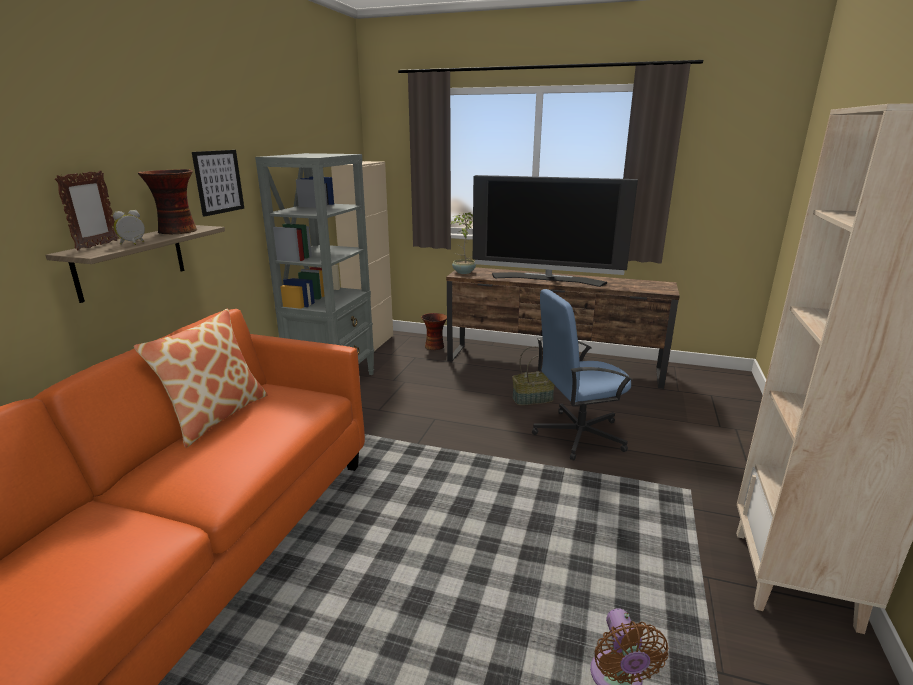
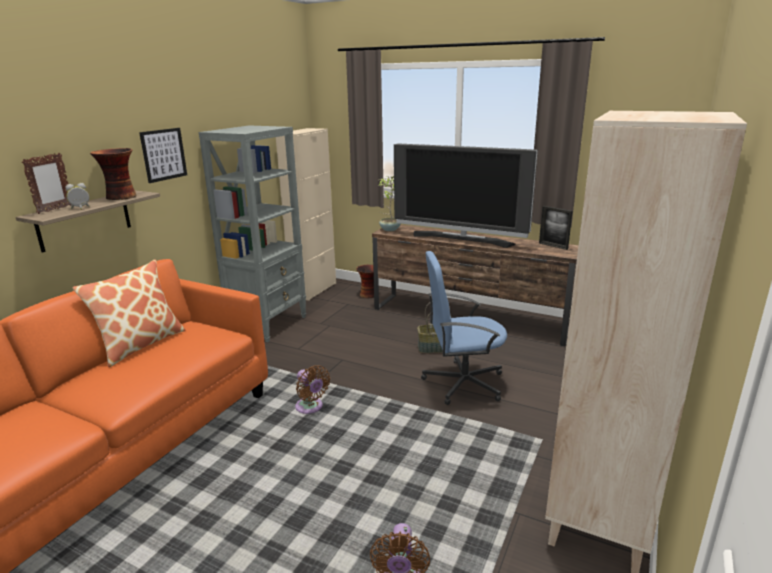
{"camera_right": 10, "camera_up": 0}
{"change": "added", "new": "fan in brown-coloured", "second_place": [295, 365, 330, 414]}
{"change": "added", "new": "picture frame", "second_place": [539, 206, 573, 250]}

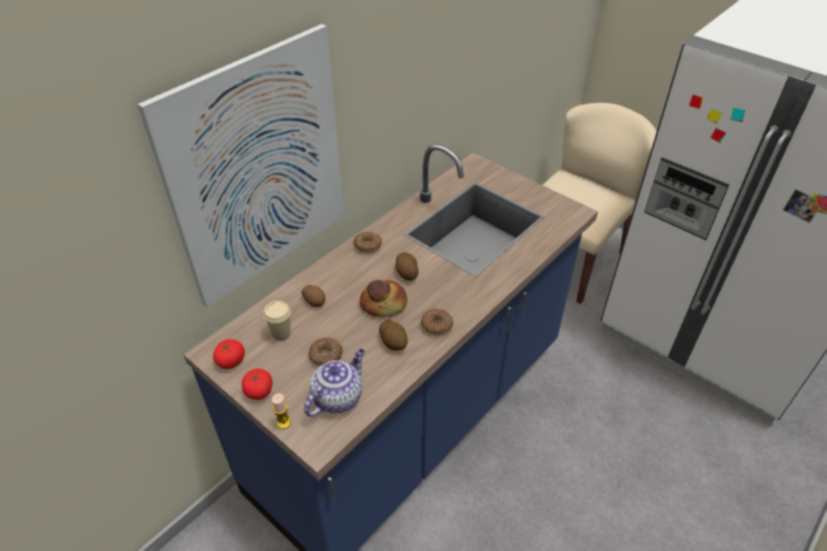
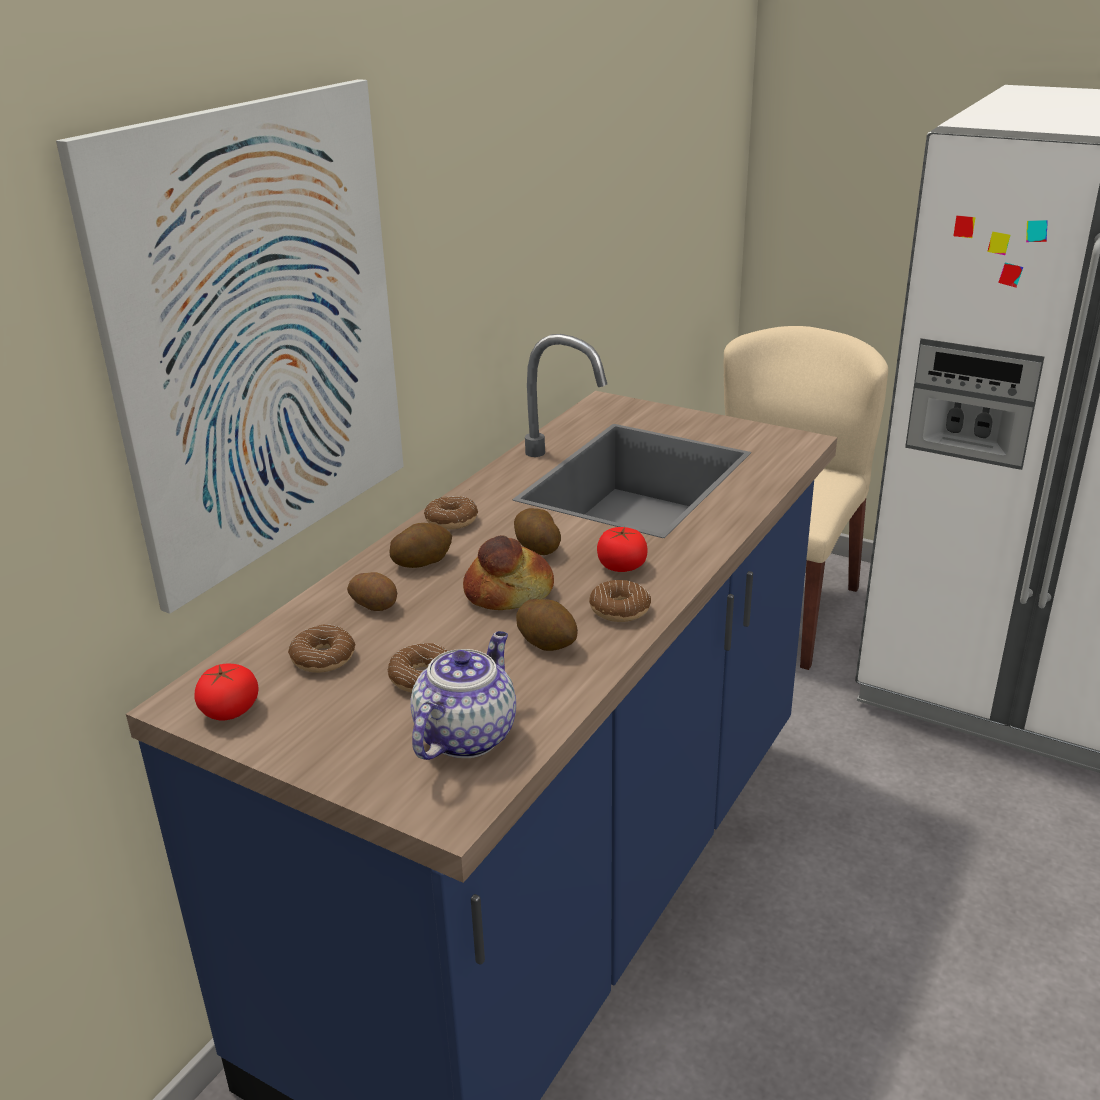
{"camera_right": -10, "camera_up": -15}
{"change": "replaced", "old": "cup in beige", "new": "ring doughnut", "first_place": [263, 301, 291, 341], "second_place": [288, 624, 355, 673]}
{"change": "added", "new": "whole potato", "second_place": [389, 523, 452, 568]}
{"change": "moved", "old": "whole tomato", "first_place": [242, 369, 272, 400], "second_place": [597, 527, 648, 572]}
{"change": "removed", "old": "candle", "first_place": [272, 393, 291, 429]}

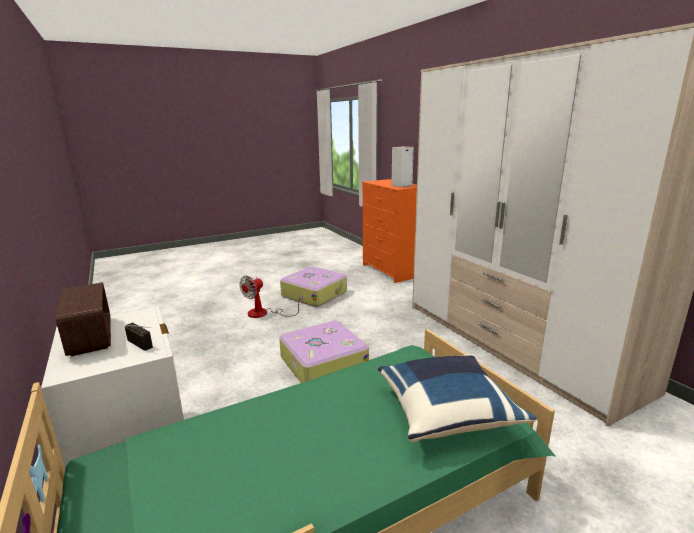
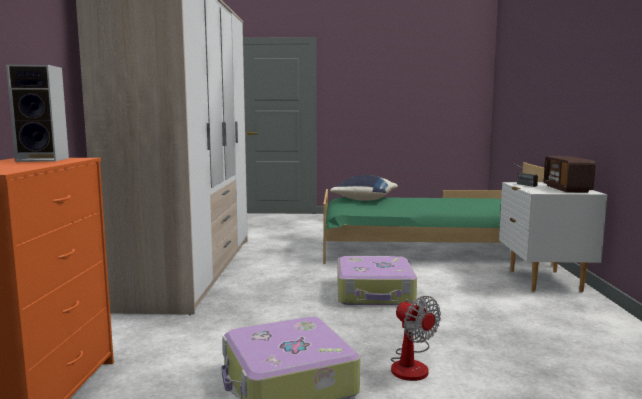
{"camera_right": -150, "camera_up": -10}
{"change": "turned", "old": "fan", "first_place": [239, 276, 303, 318], "second_place": [391, 296, 441, 381], "degrees": 75}

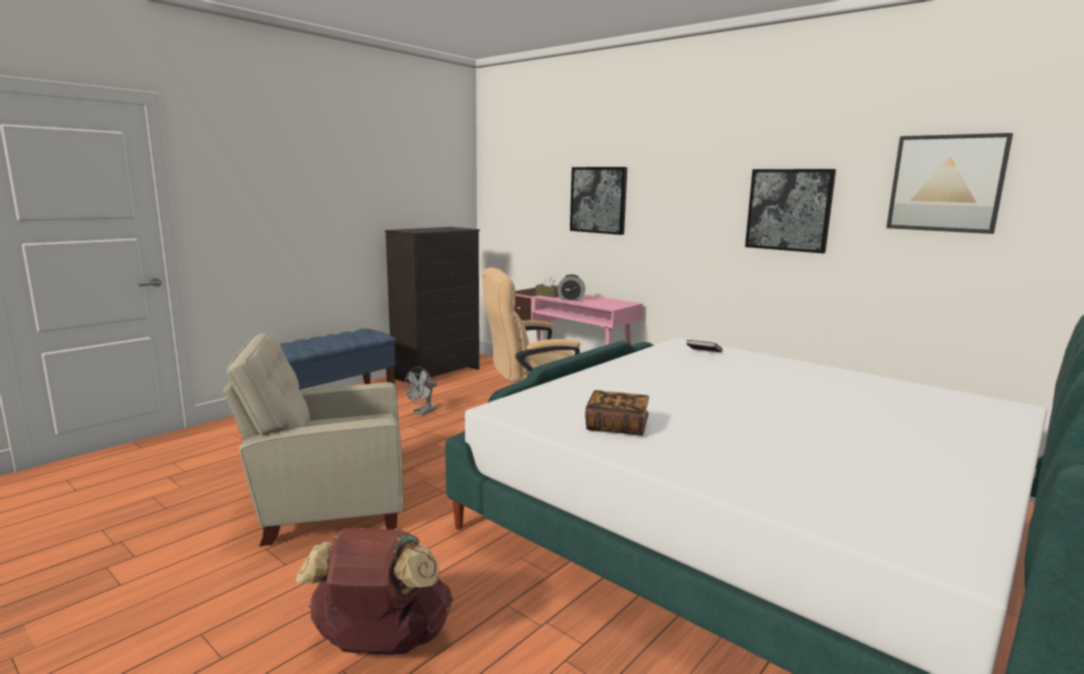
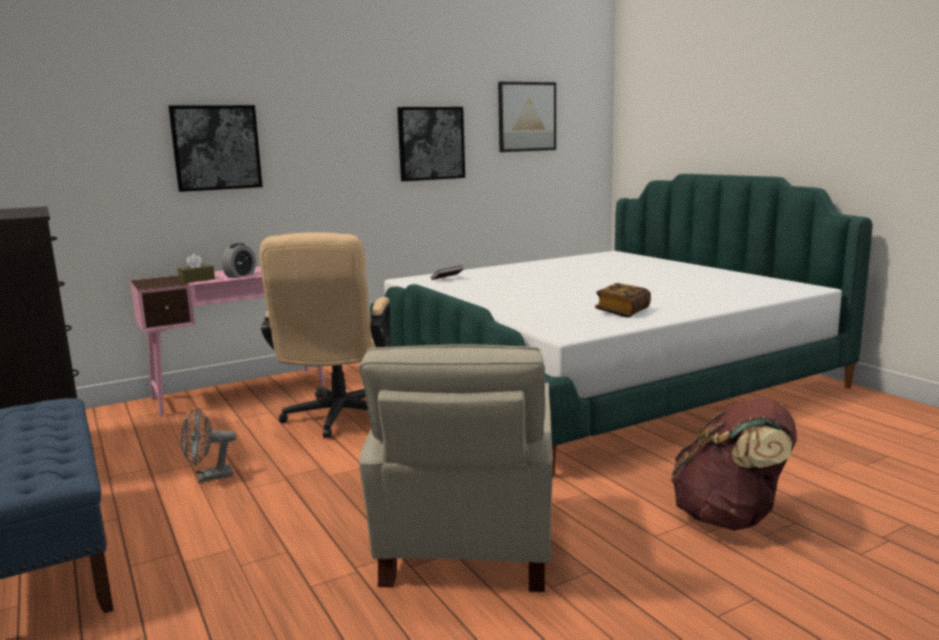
{"camera_right": -70, "camera_up": 0}
{"change": "turned", "old": "fan in greyish", "first_place": [405, 367, 437, 415], "second_place": [181, 407, 237, 483], "degrees": 105}

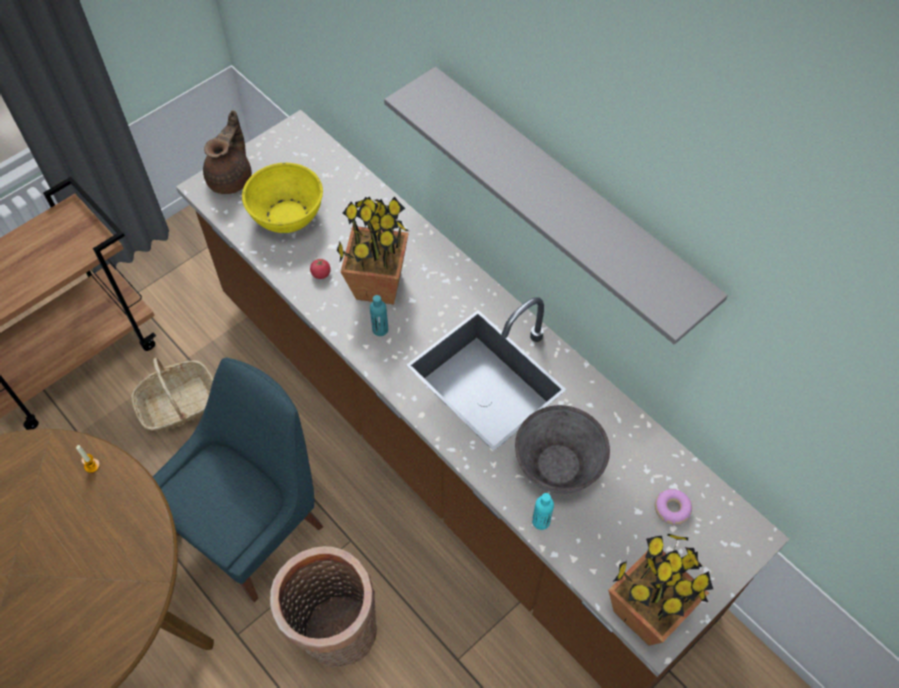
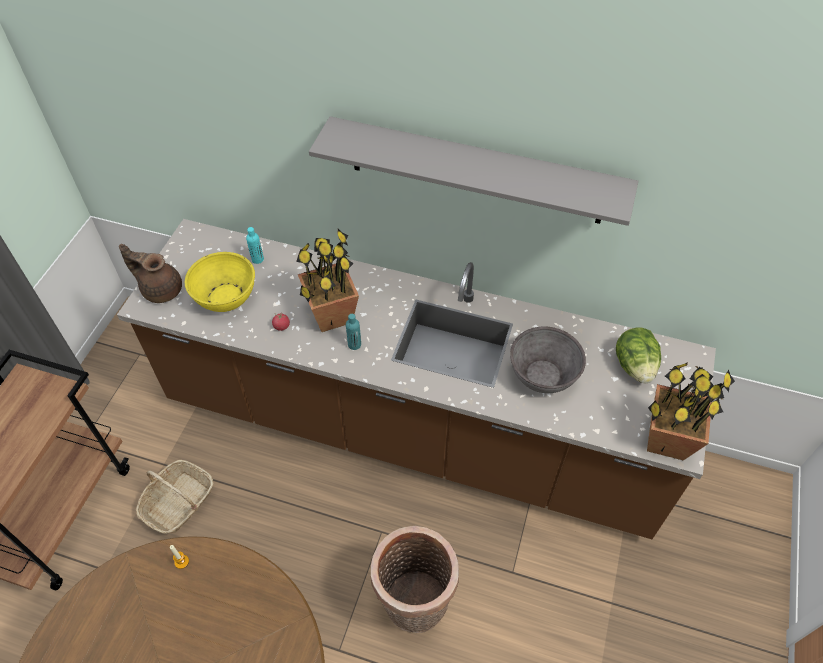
{"camera_right": -30, "camera_up": -5}
{"change": "turned", "old": "teapot in brown-coloured", "first_place": [203, 110, 252, 194], "second_place": [119, 244, 182, 303], "degrees": -60}
{"change": "moved", "old": "beverage bottle in turquoise-coloured", "first_place": [532, 493, 554, 530], "second_place": [246, 227, 264, 264]}
{"change": "replaced", "old": "ring doughnut", "new": "head of lettuce", "first_place": [655, 489, 692, 525], "second_place": [616, 327, 661, 383]}
{"change": "removed", "old": "plain chair in bluish", "first_place": [153, 358, 323, 602]}

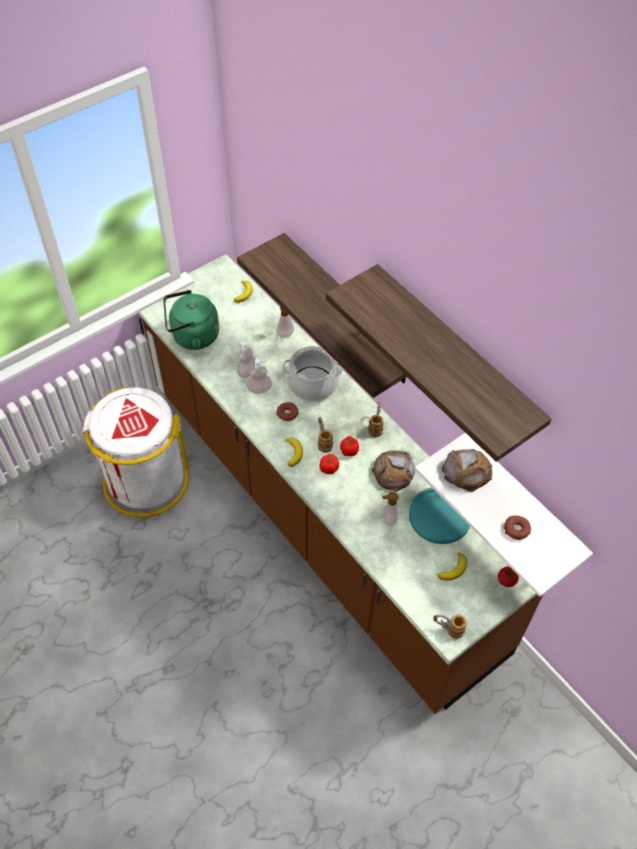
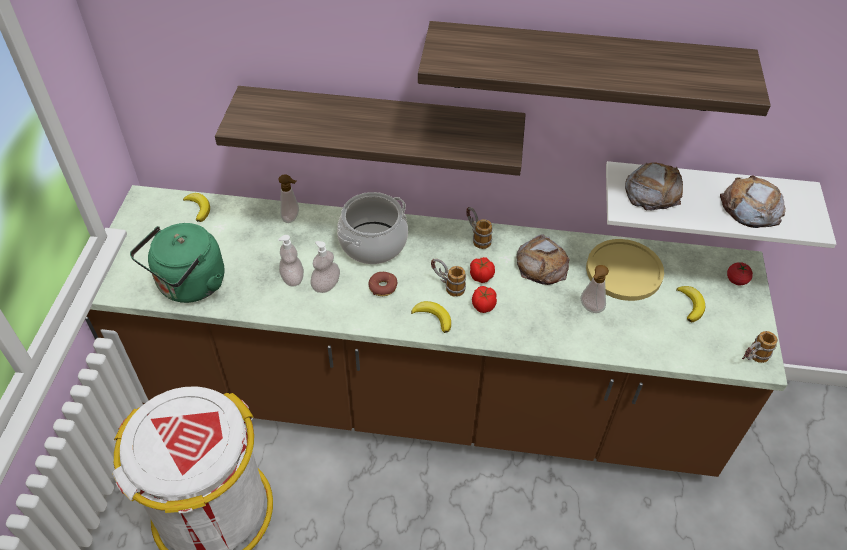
{"camera_right": -45, "camera_up": -5}
{"change": "recoloured", "old": "plate in turquoise-coloured", "new": "plate in yellow-coloured", "first_place": [409, 488, 470, 544], "second_place": [586, 239, 664, 301]}
{"change": "replaced", "old": "ring doughnut", "new": "baked bread", "first_place": [504, 516, 531, 540], "second_place": [720, 175, 786, 228]}

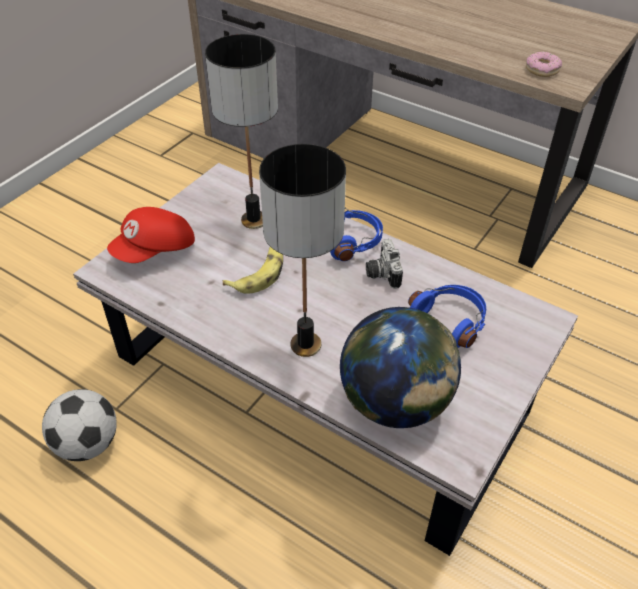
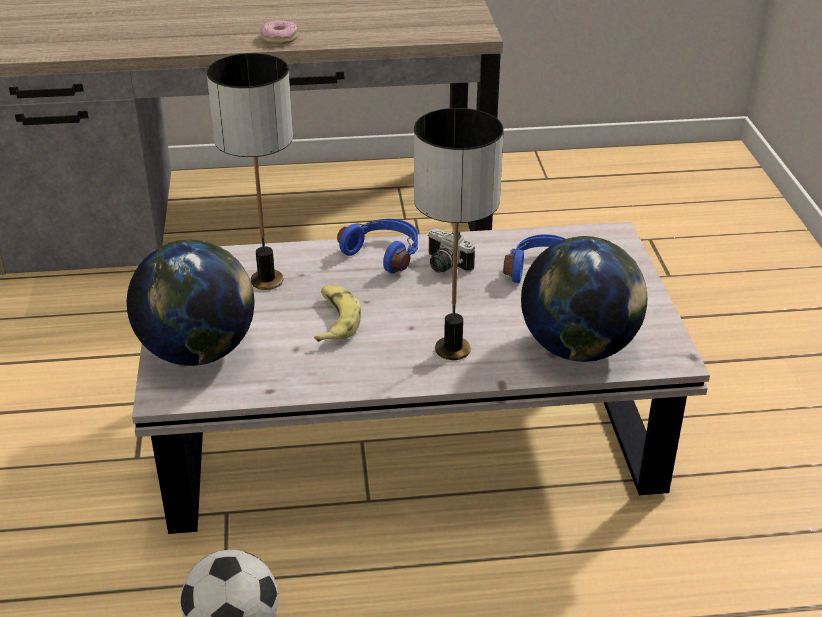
{"camera_right": -40, "camera_up": -10}
{"change": "replaced", "old": "peaked cap in red", "new": "globe", "first_place": [107, 207, 195, 263], "second_place": [127, 240, 254, 366]}
{"change": "moved", "old": "ring doughnut", "first_place": [526, 52, 562, 77], "second_place": [260, 20, 298, 44]}

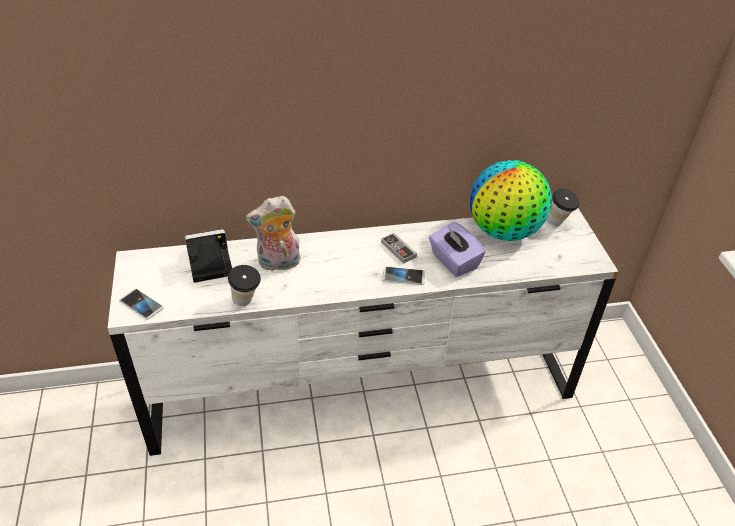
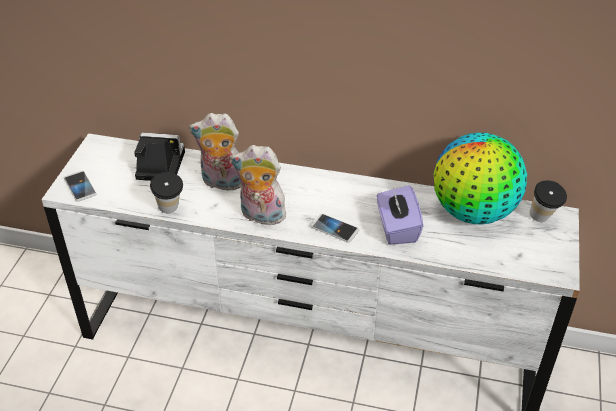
{"camera_right": 25, "camera_up": 0}
{"change": "added", "new": "soft toy", "second_place": [230, 145, 286, 225]}
{"change": "removed", "old": "gamepad", "first_place": [381, 233, 417, 264]}

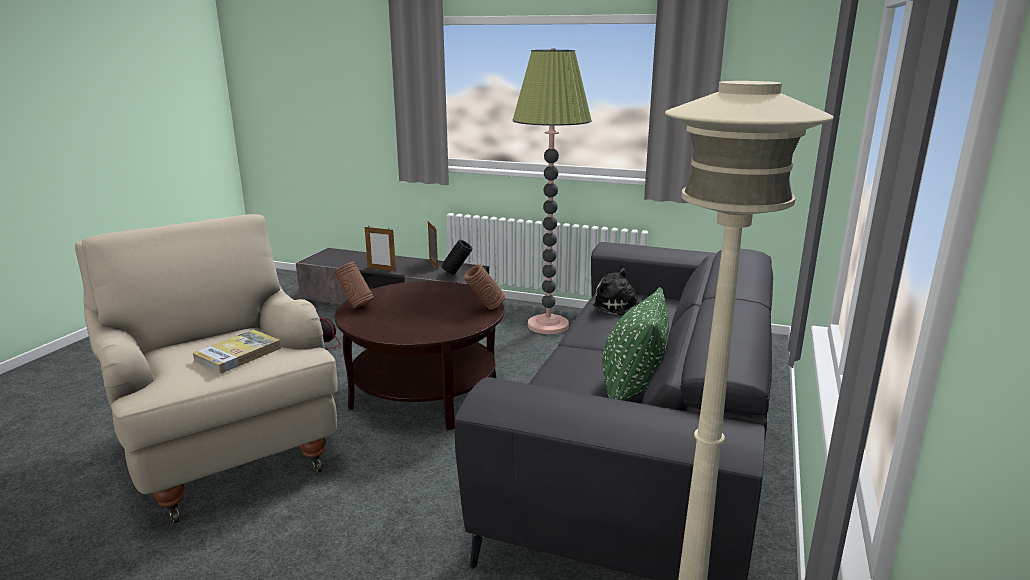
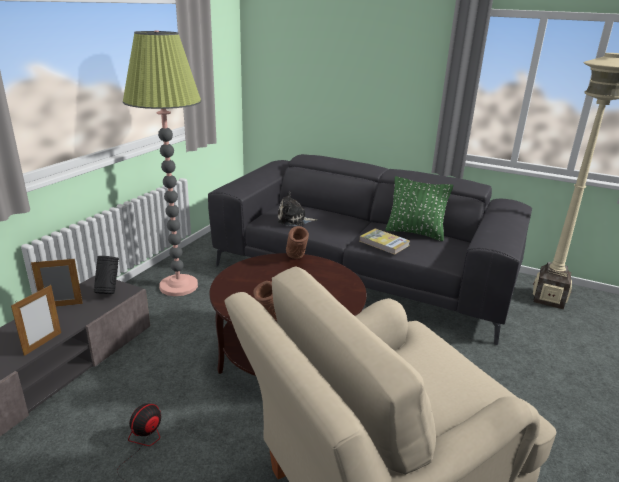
{"camera_right": -85, "camera_up": 5}
{"change": "turned", "old": "soft toy", "first_place": [593, 268, 640, 315], "second_place": [278, 192, 317, 226], "degrees": 45}
{"change": "moved", "old": "book", "first_place": [192, 330, 281, 374], "second_place": [360, 228, 410, 255]}

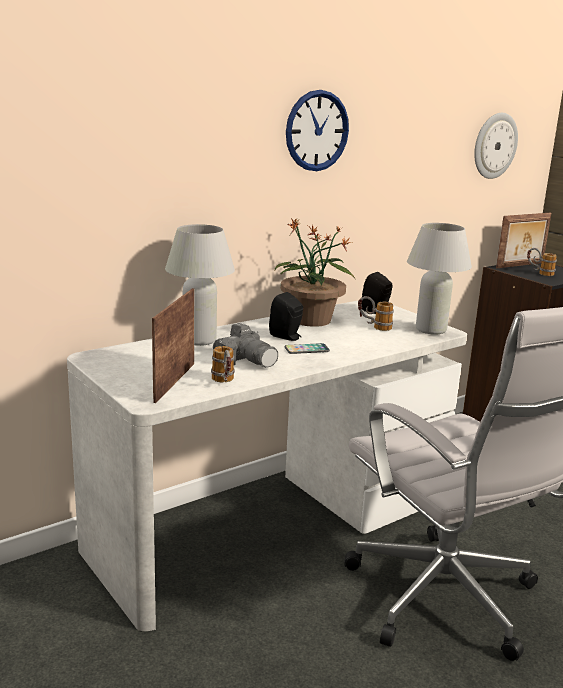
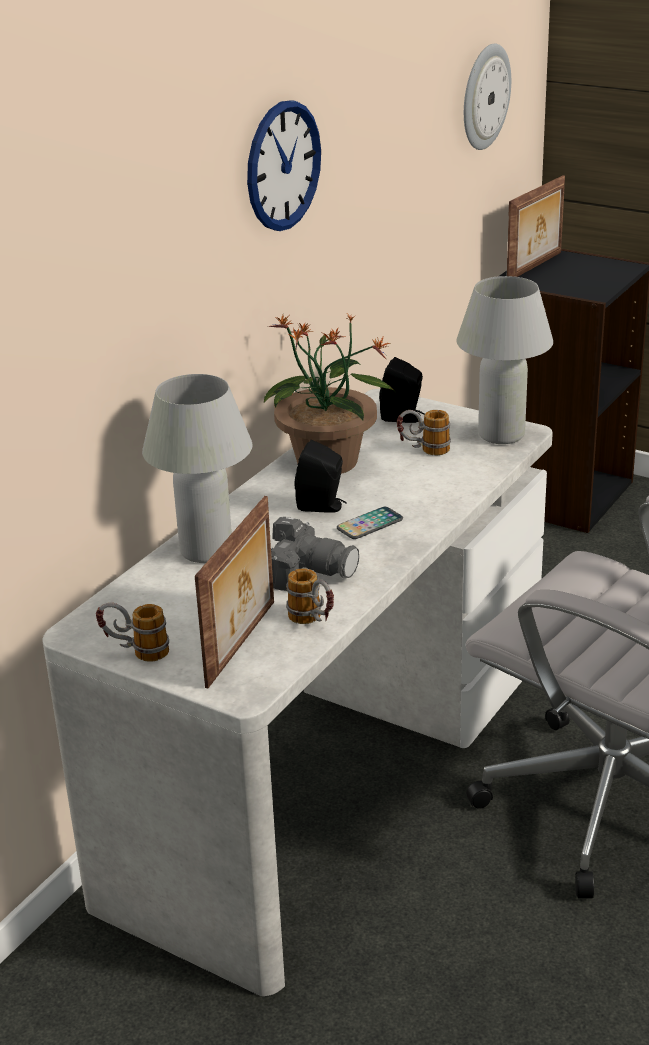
{"camera_right": -20, "camera_up": 10}
{"change": "moved", "old": "coffee mug", "first_place": [527, 248, 557, 276], "second_place": [96, 602, 169, 662]}
{"change": "turned", "old": "picture frame", "first_place": [152, 288, 194, 403], "second_place": [195, 496, 274, 688], "degrees": -150}

